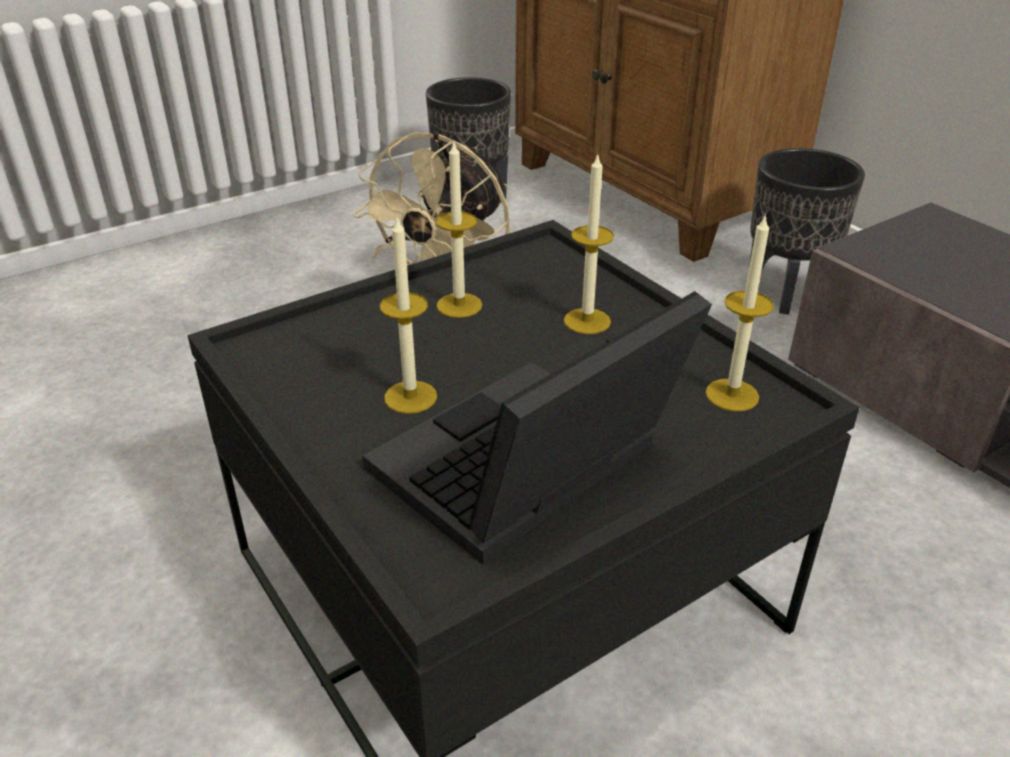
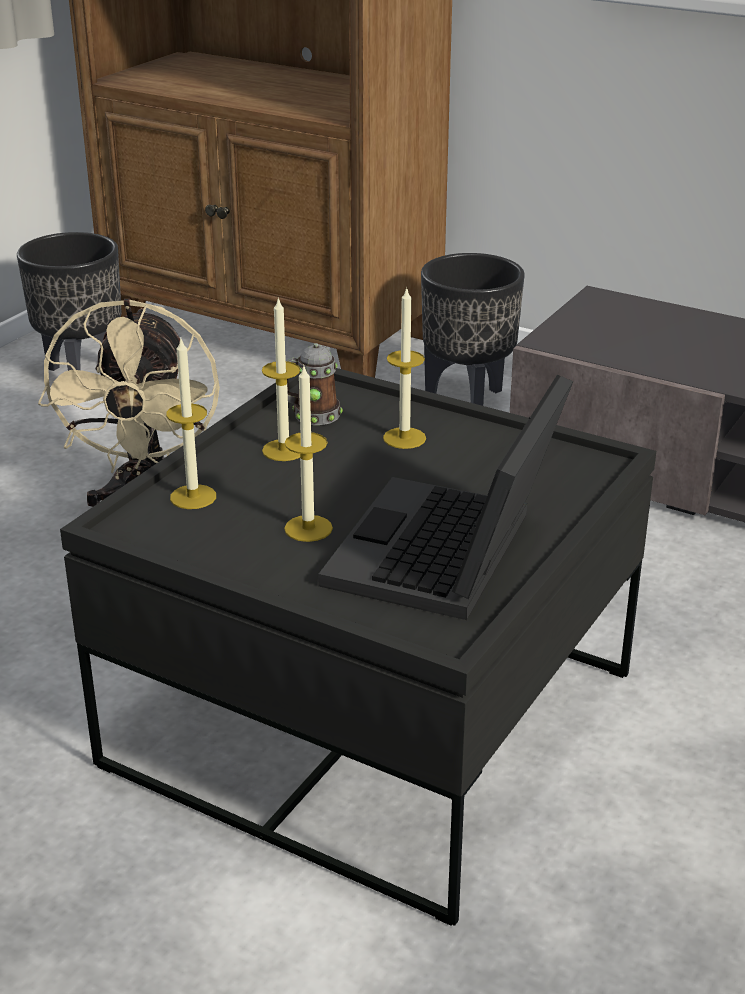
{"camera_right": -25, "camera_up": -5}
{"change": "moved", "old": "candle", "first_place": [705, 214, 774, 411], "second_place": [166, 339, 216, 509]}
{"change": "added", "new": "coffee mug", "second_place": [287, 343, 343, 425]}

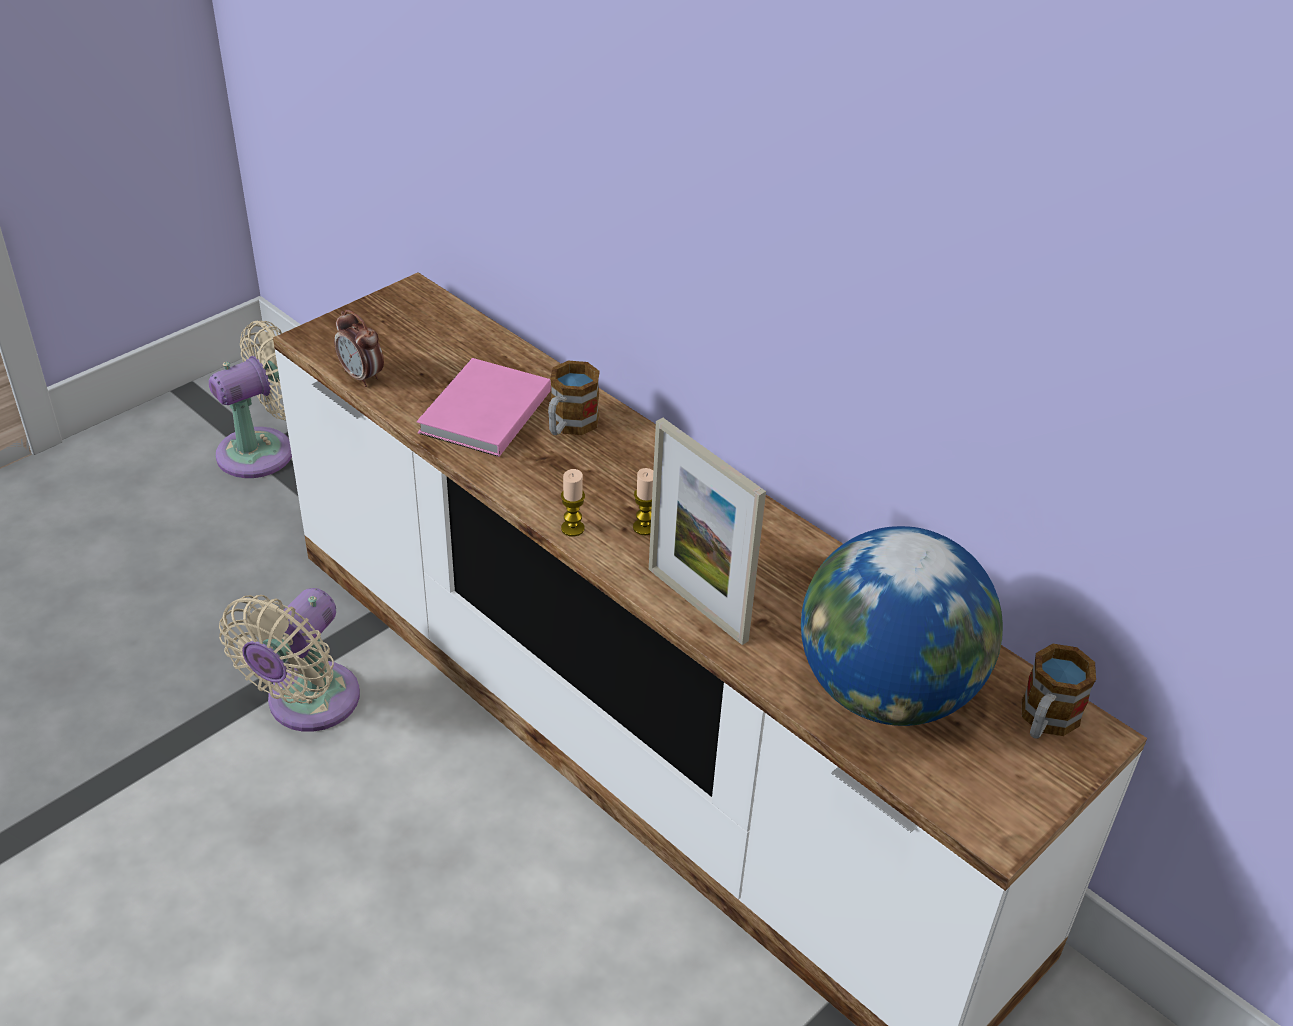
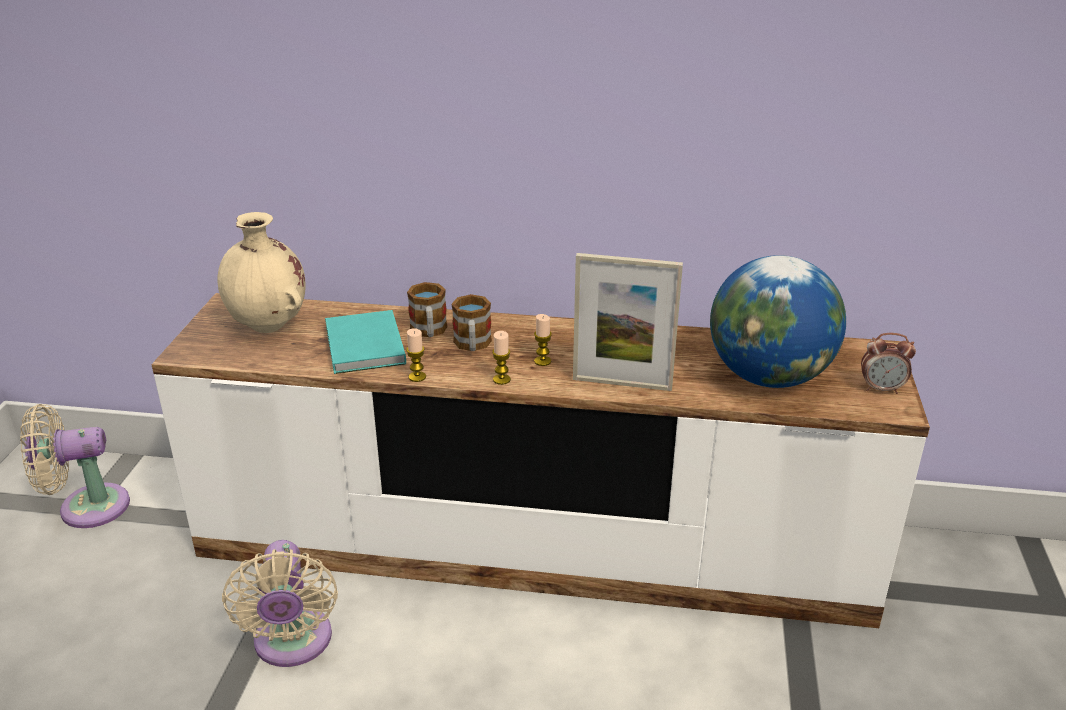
{"camera_right": -35, "camera_up": -10}
{"change": "turned", "old": "fan in beige", "first_place": [209, 321, 292, 478], "second_place": [20, 404, 130, 528], "degrees": -120}
{"change": "added", "new": "vase in beige", "second_place": [217, 212, 306, 333]}
{"change": "recoloured", "old": "book in pink-coloured", "new": "book in turquoise-coloured", "first_place": [417, 358, 551, 457], "second_place": [325, 310, 406, 374]}
{"change": "added", "new": "candle", "second_place": [406, 328, 426, 382]}
{"change": "moved", "old": "coffee mug", "first_place": [1022, 644, 1096, 739], "second_place": [451, 294, 492, 351]}
{"change": "moved", "old": "alarm clock", "first_place": [334, 310, 384, 387], "second_place": [861, 333, 916, 394]}

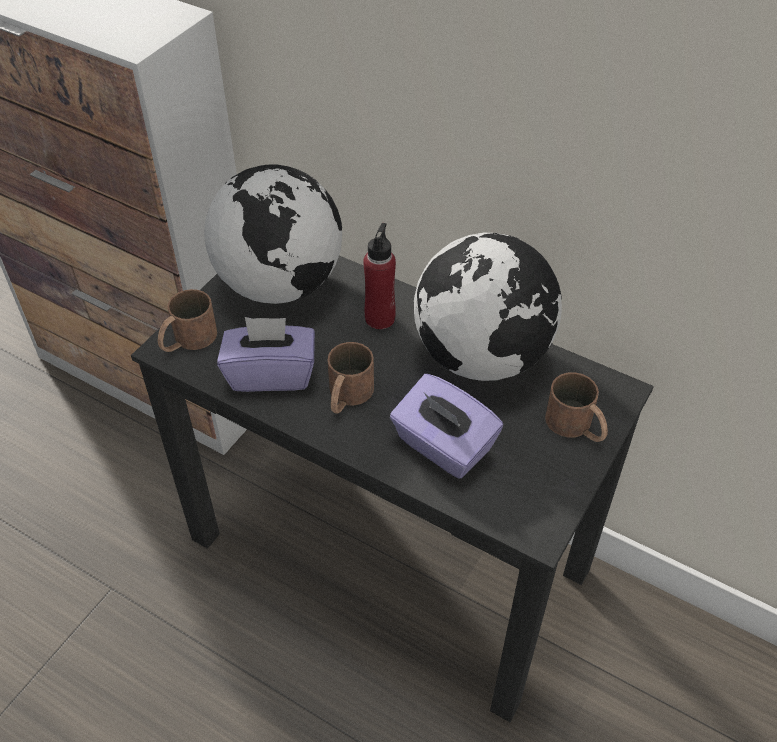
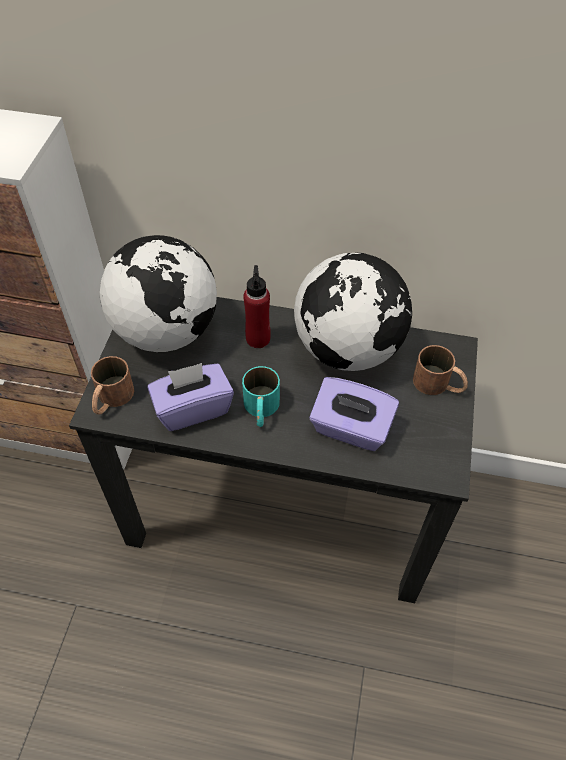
{"camera_right": -20, "camera_up": 5}
{"change": "recoloured", "old": "coffee mug in brown-coloured", "new": "coffee mug in turquoise-coloured", "first_place": [328, 342, 374, 414], "second_place": [242, 366, 280, 427]}

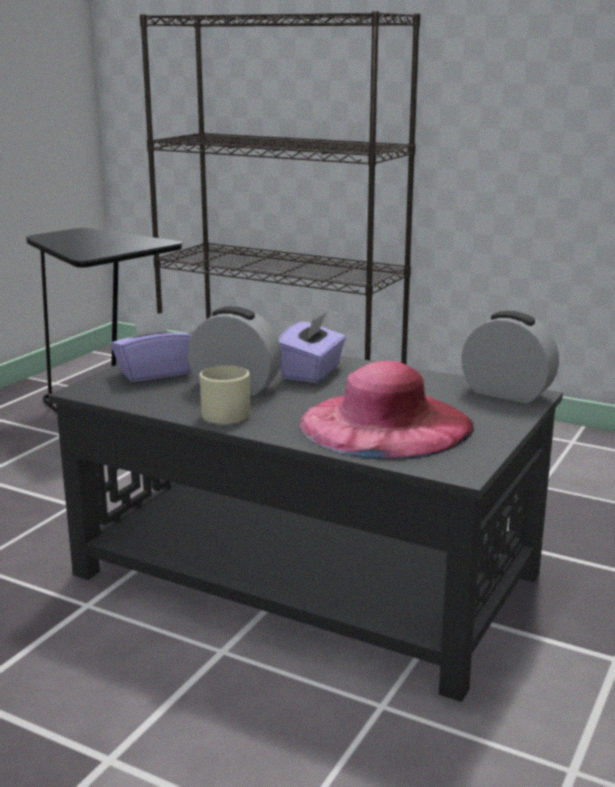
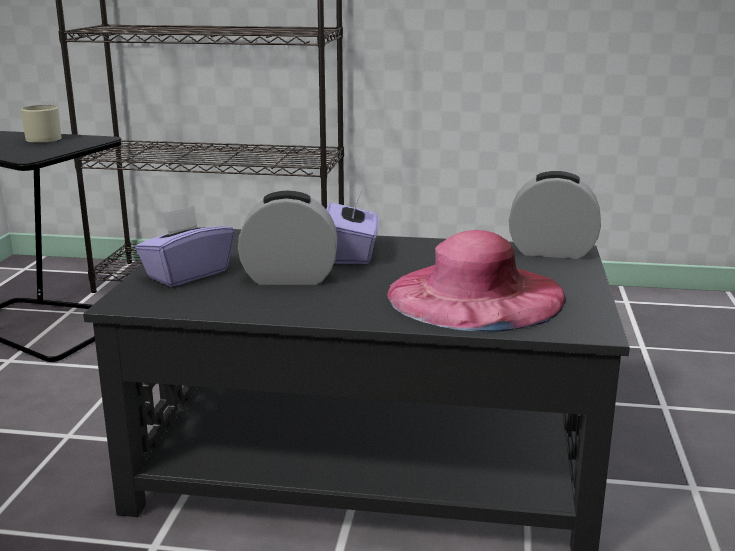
{"camera_right": -20, "camera_up": 0}
{"change": "moved", "old": "coffee mug in beige", "first_place": [200, 365, 250, 424], "second_place": [21, 105, 61, 143]}

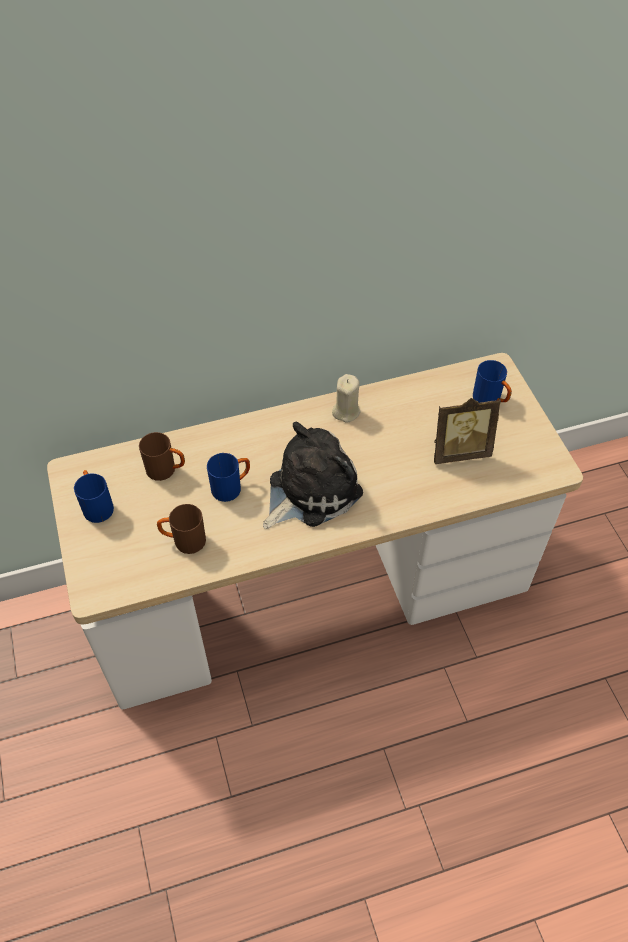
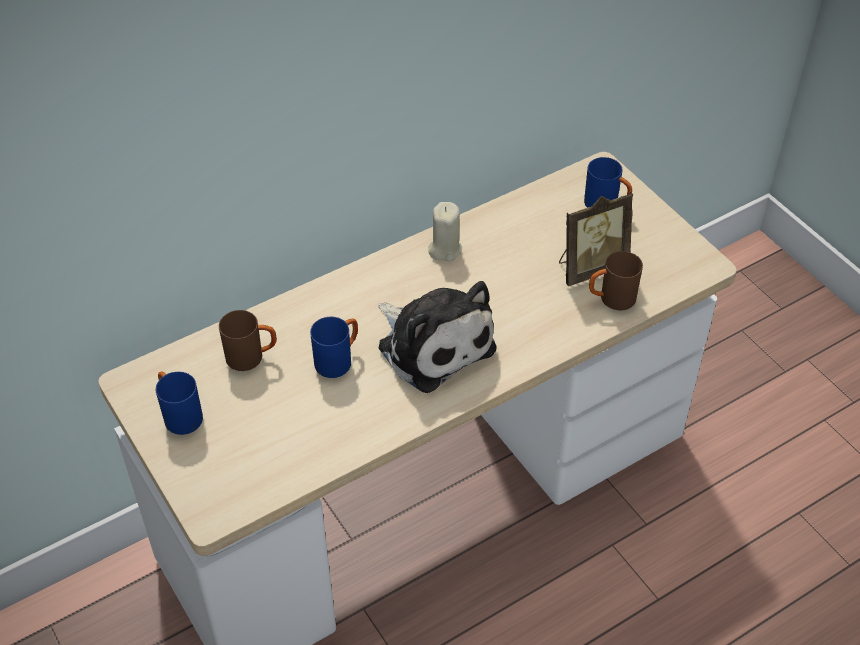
{"camera_right": -15, "camera_up": -5}
{"change": "turned", "old": "soft toy", "first_place": [263, 422, 363, 529], "second_place": [378, 281, 497, 393], "degrees": 105}
{"change": "moved", "old": "coffee mug in brown-coloured", "first_place": [157, 504, 206, 554], "second_place": [589, 251, 643, 311]}

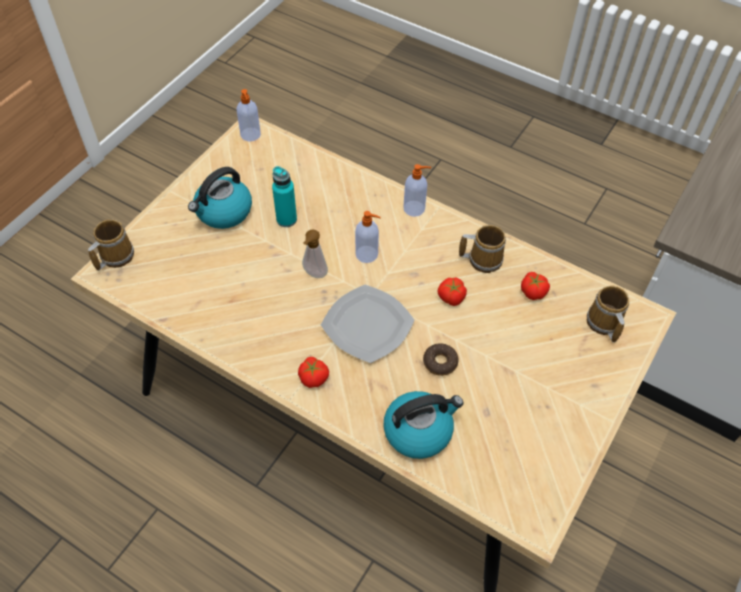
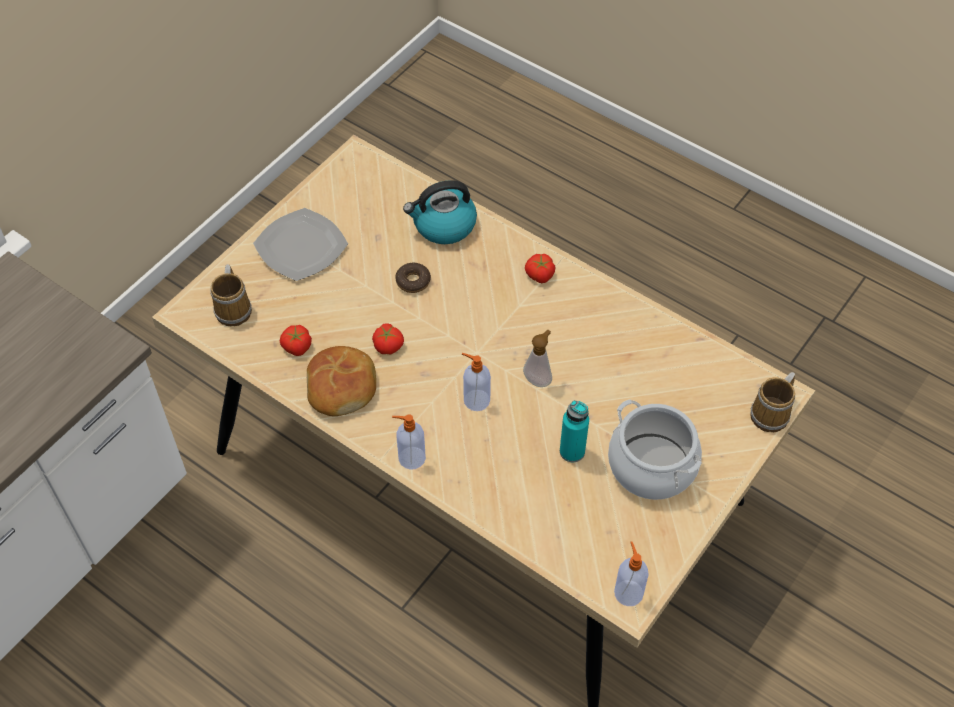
{"camera_right": -175, "camera_up": 0}
{"change": "moved", "old": "plate", "first_place": [321, 284, 415, 363], "second_place": [253, 208, 348, 281]}
{"change": "replaced", "old": "coffee mug", "new": "baked bread", "first_place": [459, 225, 506, 273], "second_place": [307, 346, 376, 416]}
{"change": "replaced", "old": "water kettle", "new": "cooking pot", "first_place": [188, 167, 252, 229], "second_place": [608, 399, 702, 500]}

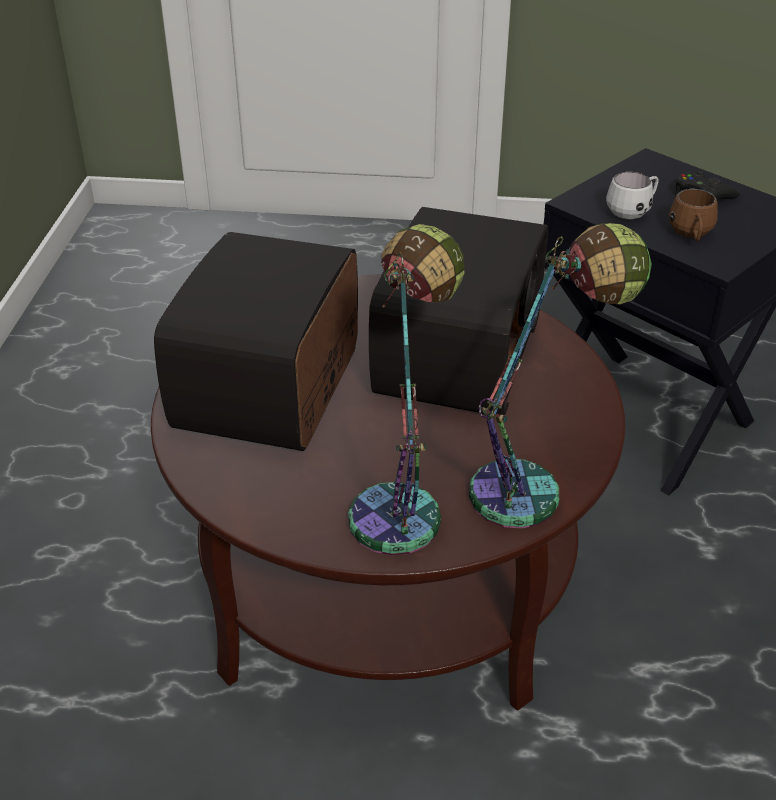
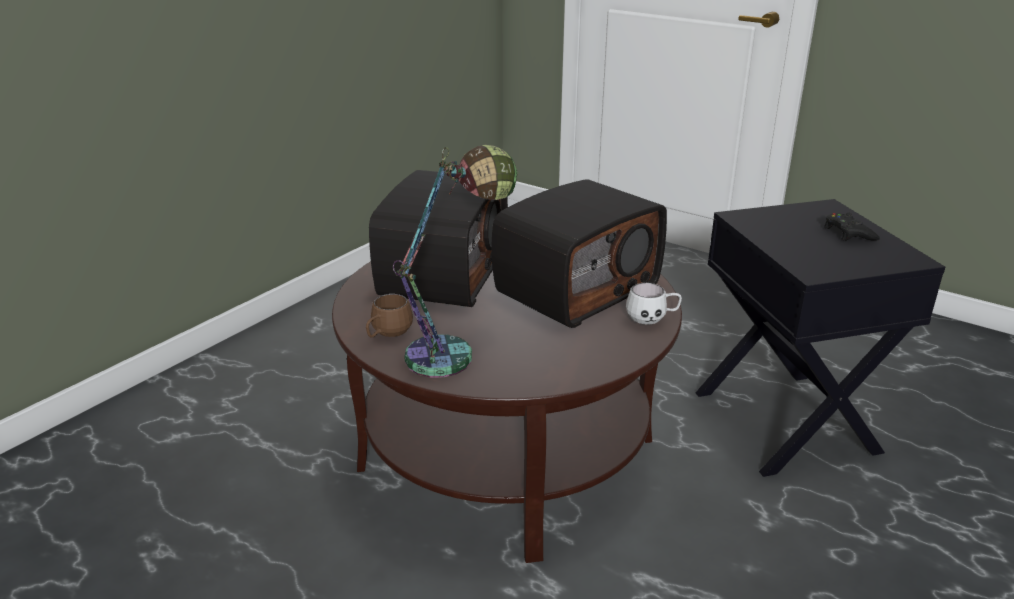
{"camera_right": 30, "camera_up": -10}
{"change": "moved", "old": "coffee mug in brown-coloured", "first_place": [669, 189, 718, 241], "second_place": [366, 294, 413, 337]}
{"change": "turned", "old": "radio set", "first_place": [154, 232, 358, 451], "second_place": [369, 170, 508, 307], "degrees": 150}
{"change": "moved", "old": "coffee mug in white-coloured", "first_place": [606, 172, 659, 219], "second_place": [626, 283, 682, 325]}
{"change": "removed", "old": "tabletop lamp", "first_place": [469, 223, 652, 529]}

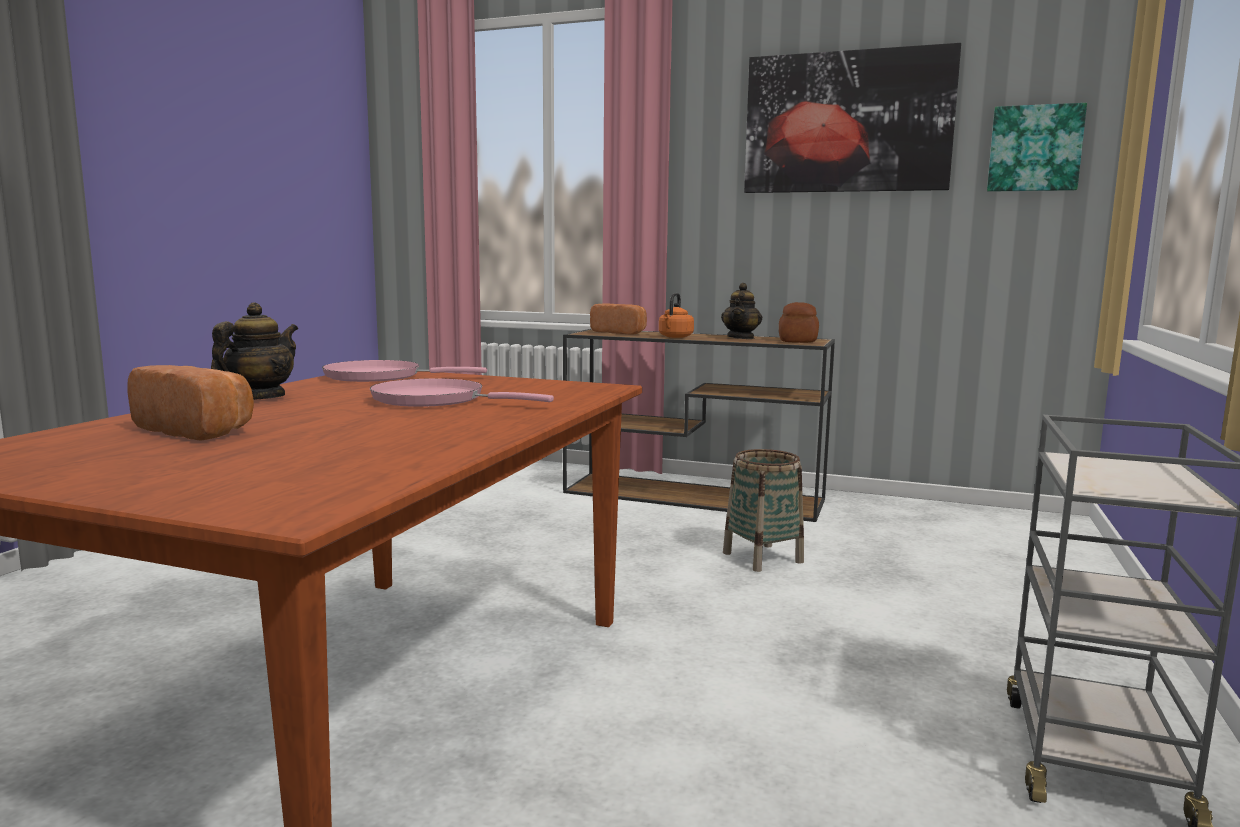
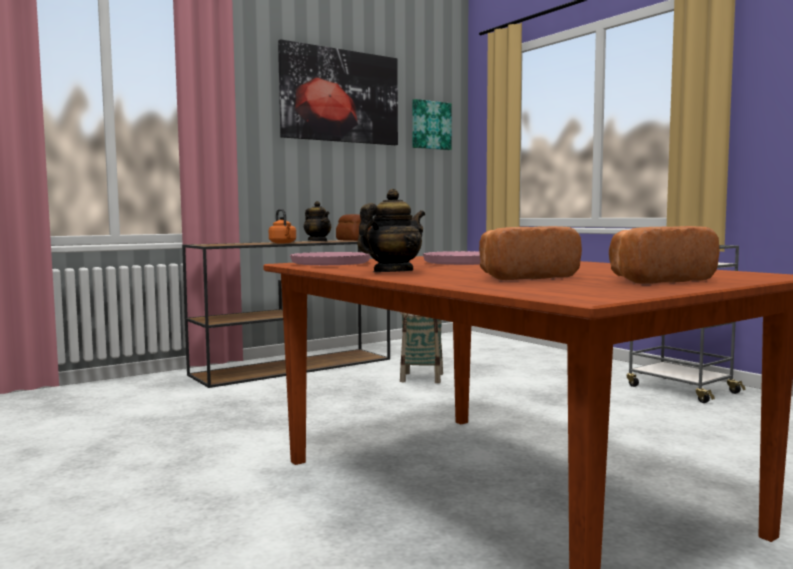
{"camera_right": -55, "camera_up": -5}
{"change": "turned", "old": "teapot", "first_place": [211, 302, 298, 400], "second_place": [357, 189, 425, 272], "degrees": 75}
{"change": "moved", "old": "baked bread", "first_place": [590, 304, 647, 335], "second_place": [609, 226, 720, 284]}

